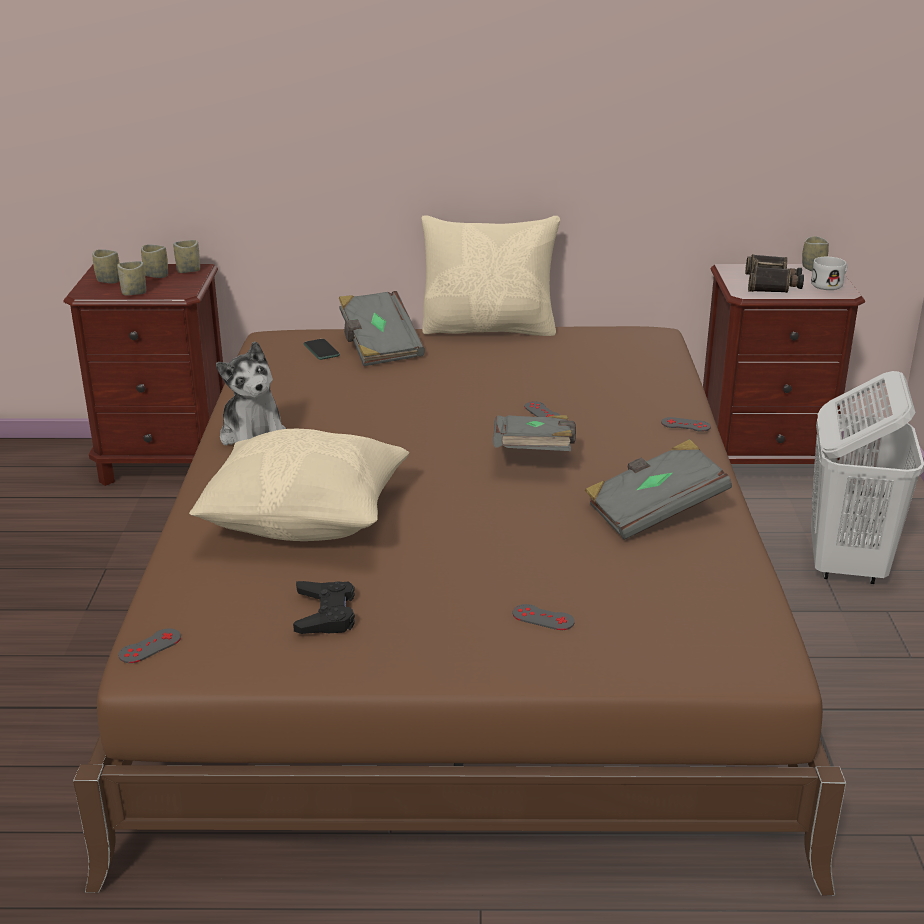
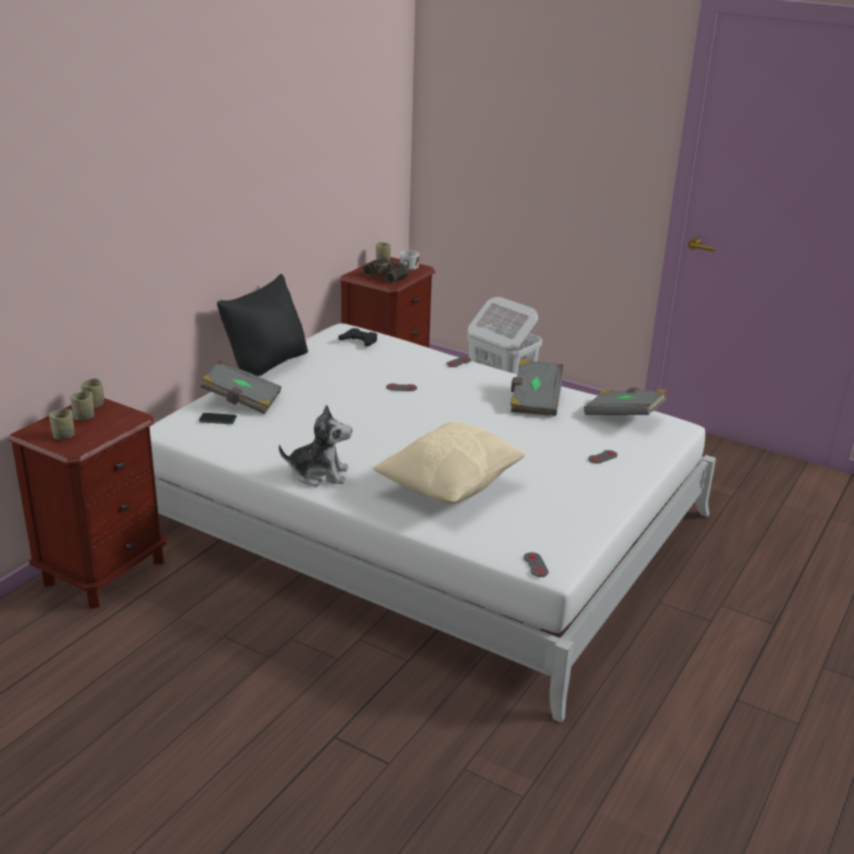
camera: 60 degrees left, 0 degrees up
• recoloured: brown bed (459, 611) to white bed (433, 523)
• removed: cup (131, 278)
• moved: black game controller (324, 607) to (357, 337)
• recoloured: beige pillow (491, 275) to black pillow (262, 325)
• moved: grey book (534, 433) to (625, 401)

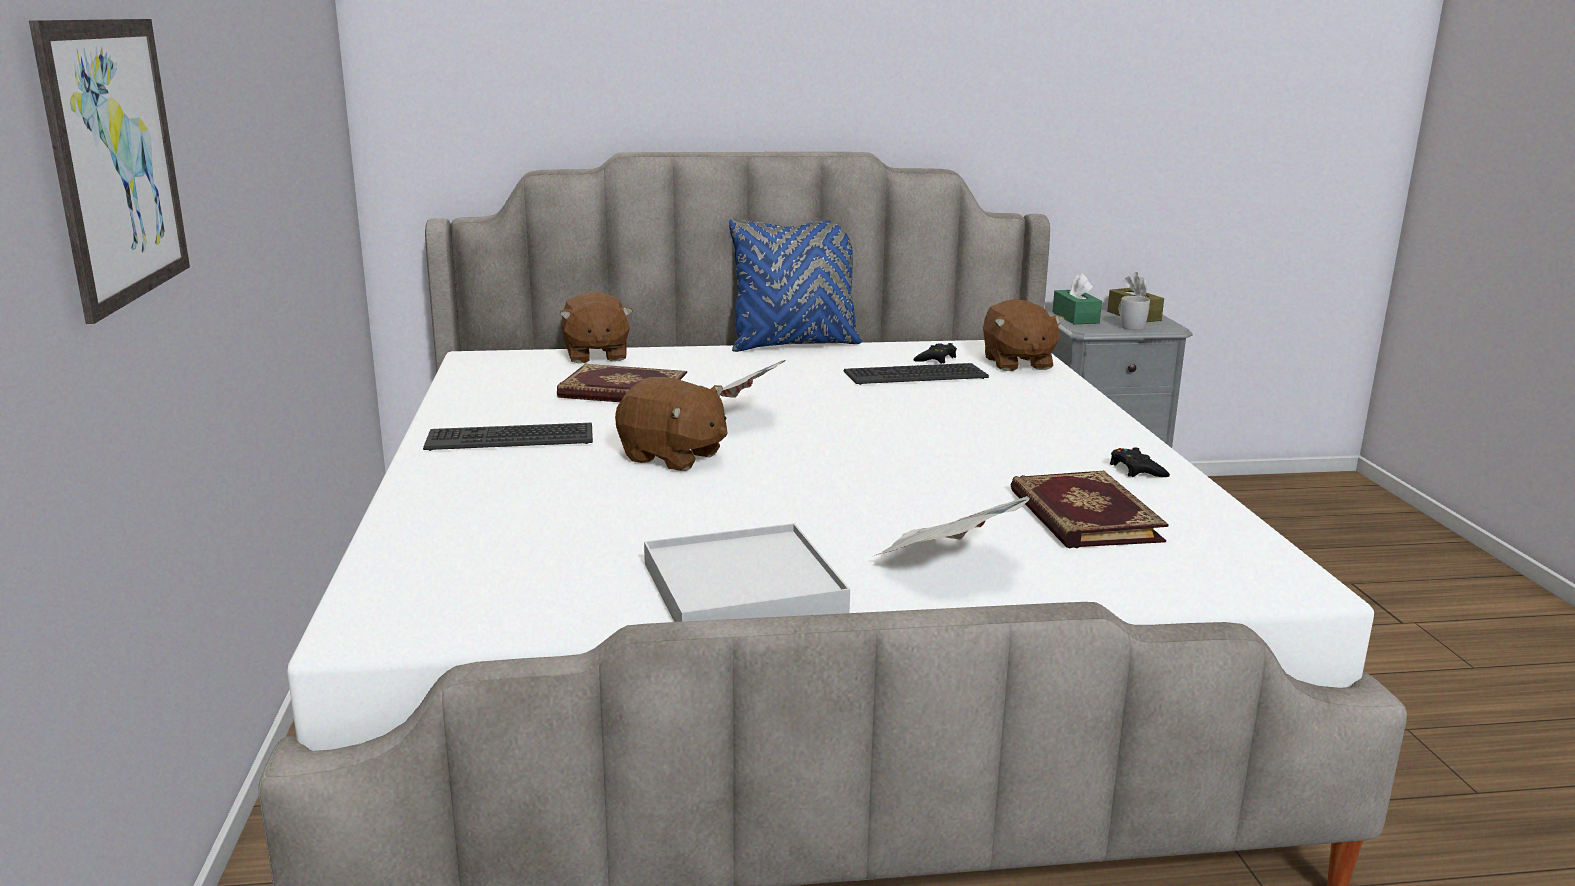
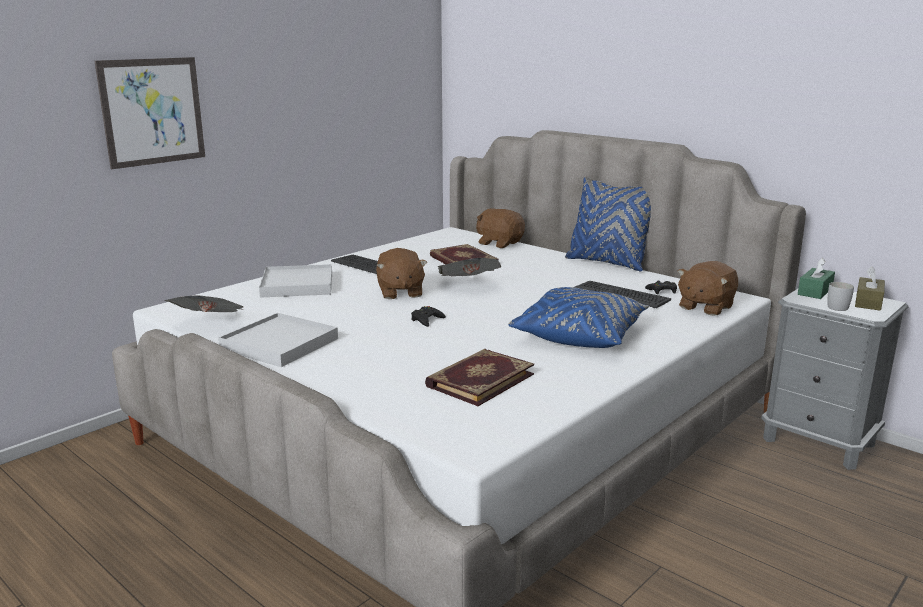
camera: 50 degrees right, 0 degrees up
• turned: brown plush toy (596, 327) = (500, 228) 90 degrees clockwise
• moved: newspaper (954, 525) to (203, 304)
• moved: black game controller (1140, 462) to (428, 316)
• added: white tray (295, 281)
• added: blue pillow (578, 317)

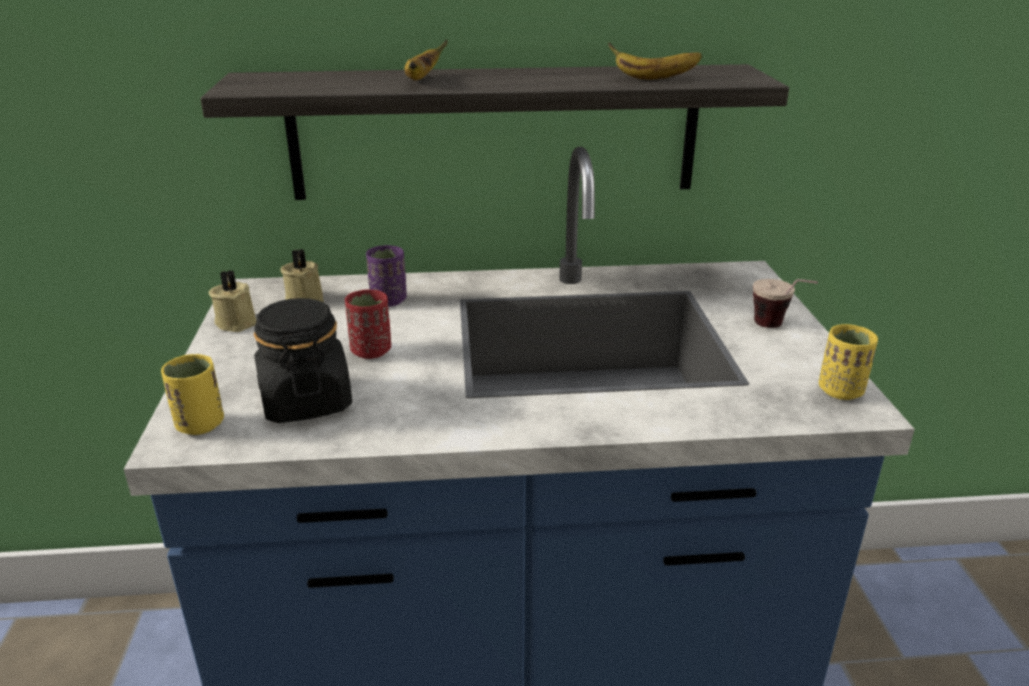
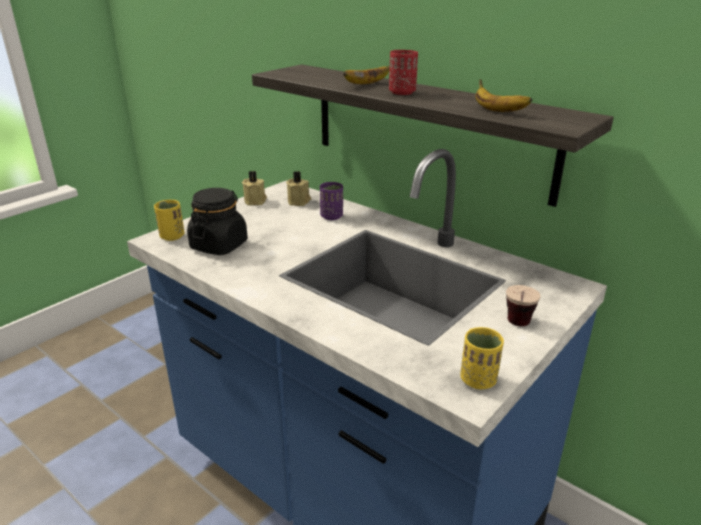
camera: 45 degrees right, 0 degrees up
• moved: red cup (368, 324) to (403, 72)

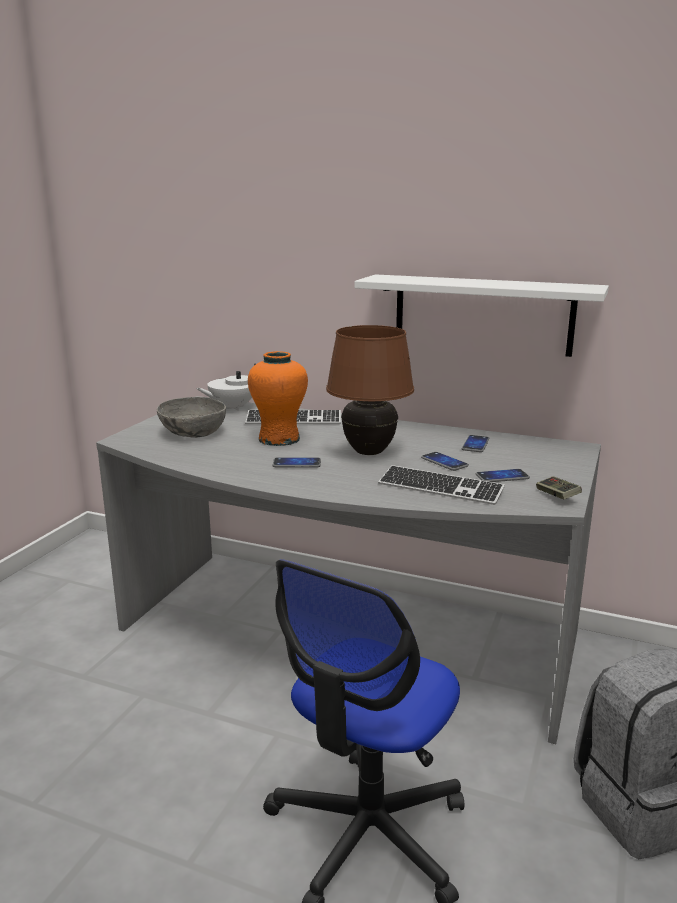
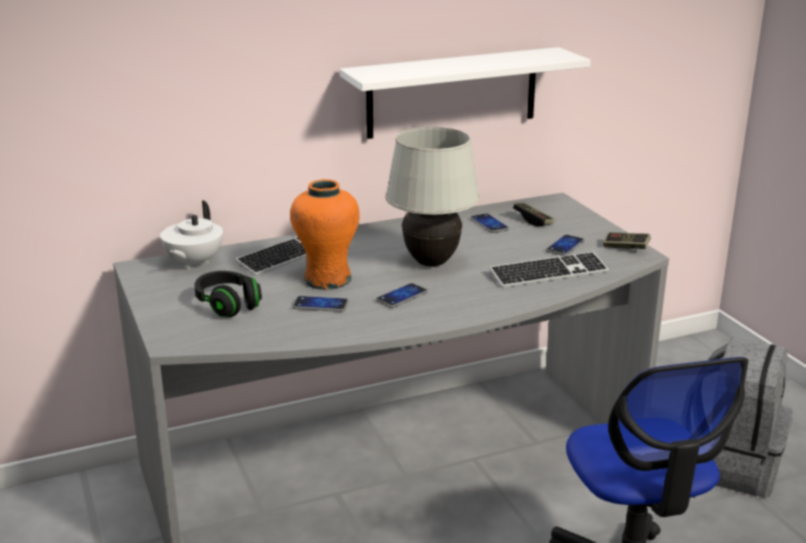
camera: 45 degrees left, 5 degrees up
• replaced: grey bowl (191, 417) to black headphones (228, 294)
• recoloured: brown table lamp (370, 390) to white table lamp (432, 196)
• moved: phone (445, 461) to (321, 304)
• added: game controller (534, 214)

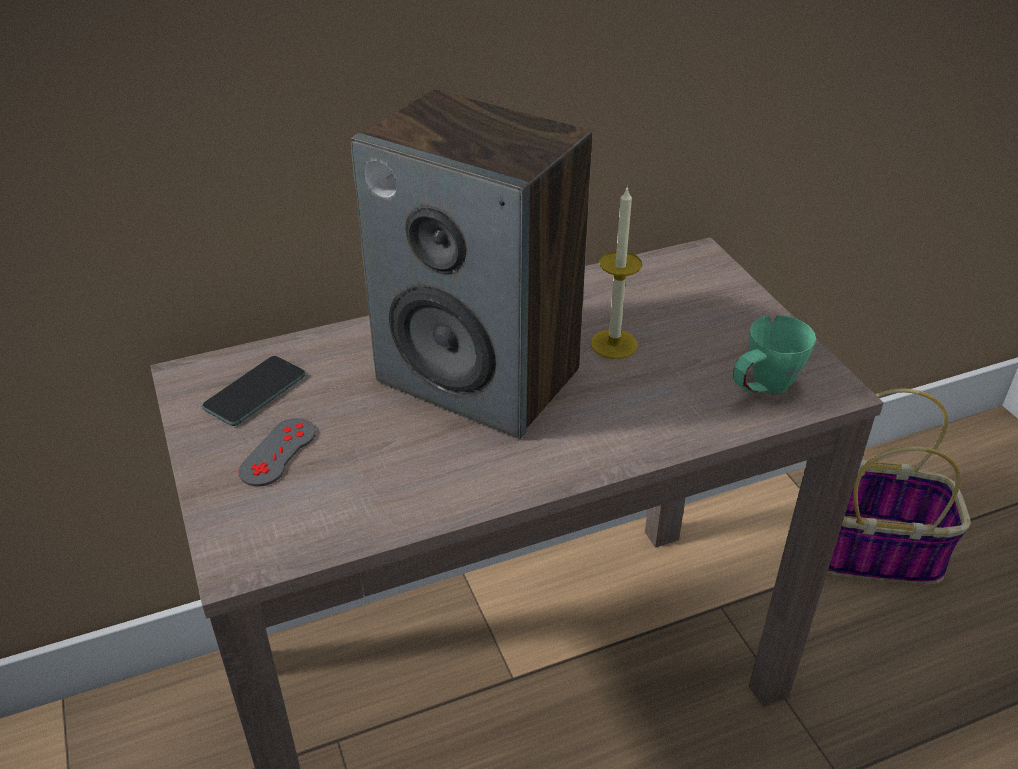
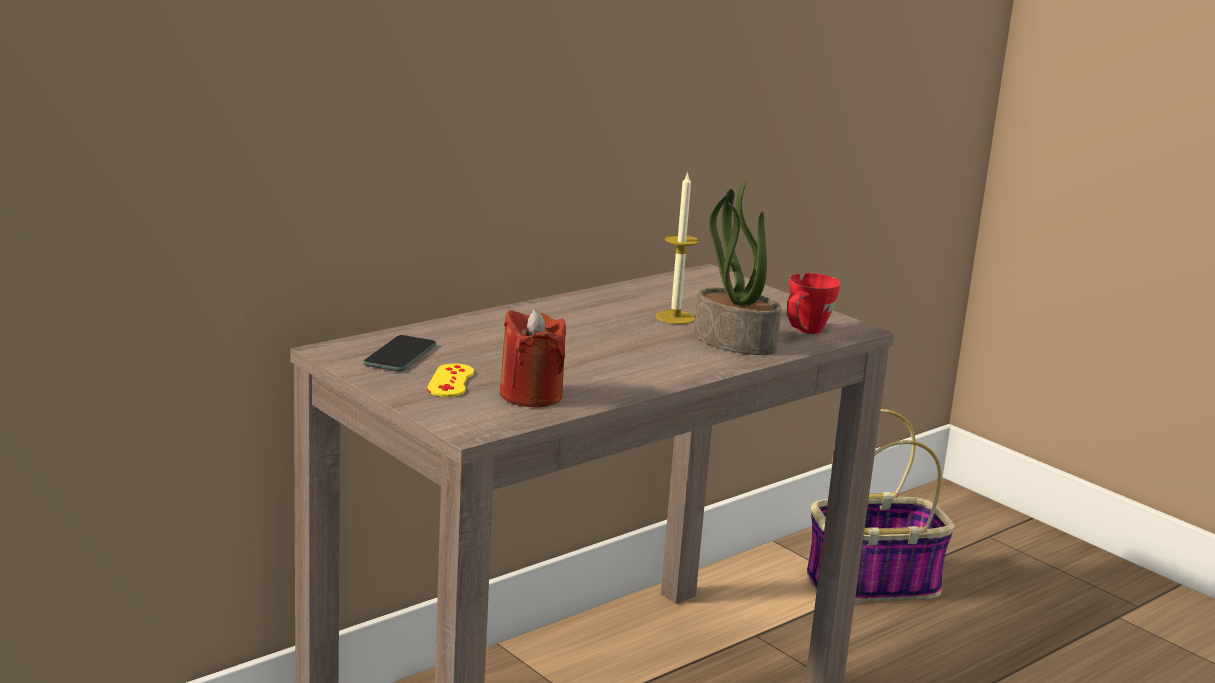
camera: 20 degrees left, 20 degrees down
• recoloured: grey game controller (277, 452) to yellow game controller (450, 380)
• removed: speaker (471, 264)
• recoloured: green mug (774, 355) to red mug (813, 303)
• added: red candle (533, 358)
• added: potted plant (738, 267)

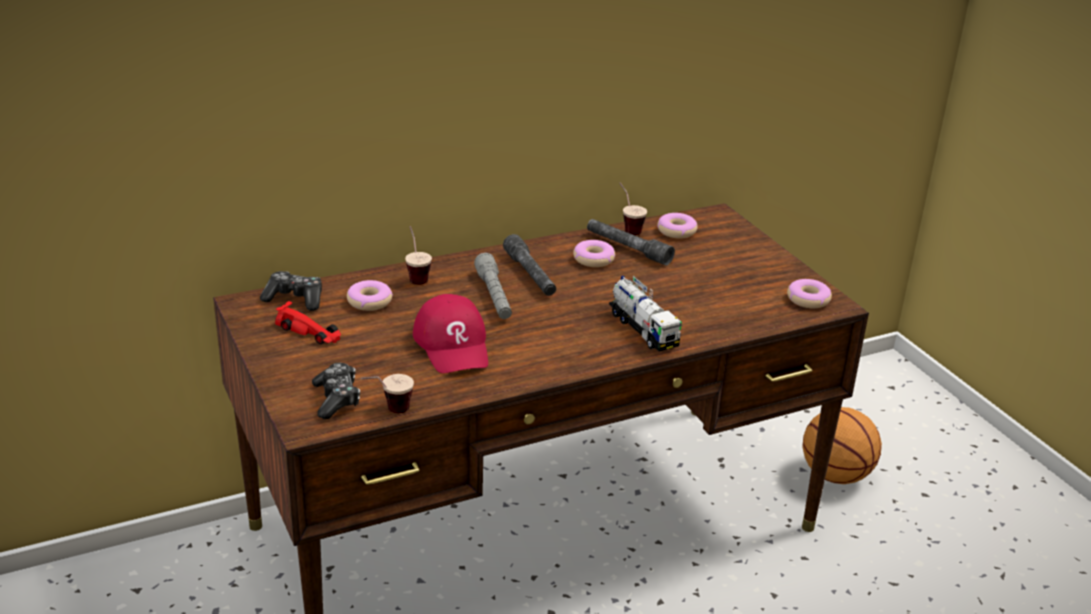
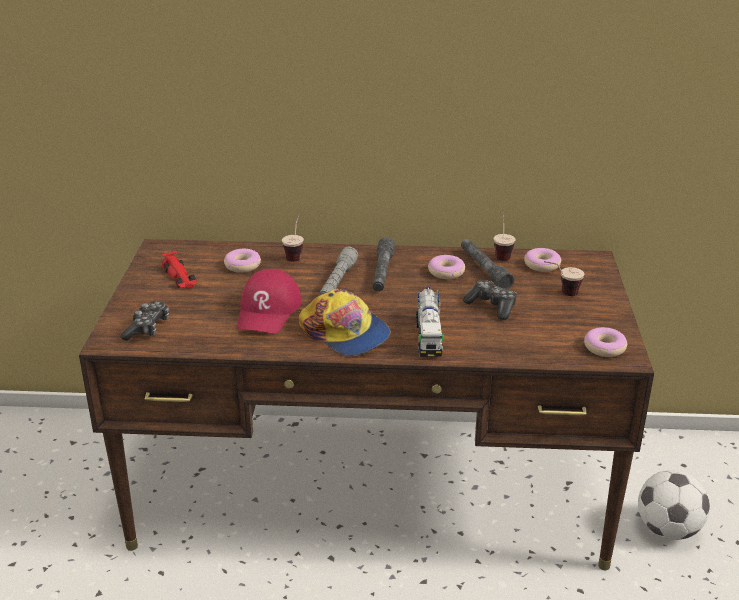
camera: 30 degrees right, 0 degrees up
• moved: game controller (291, 291) to (490, 300)
• moved: cup (387, 393) to (564, 278)
• replaced: basketball (842, 445) to football (674, 505)
• added: cap (345, 322)

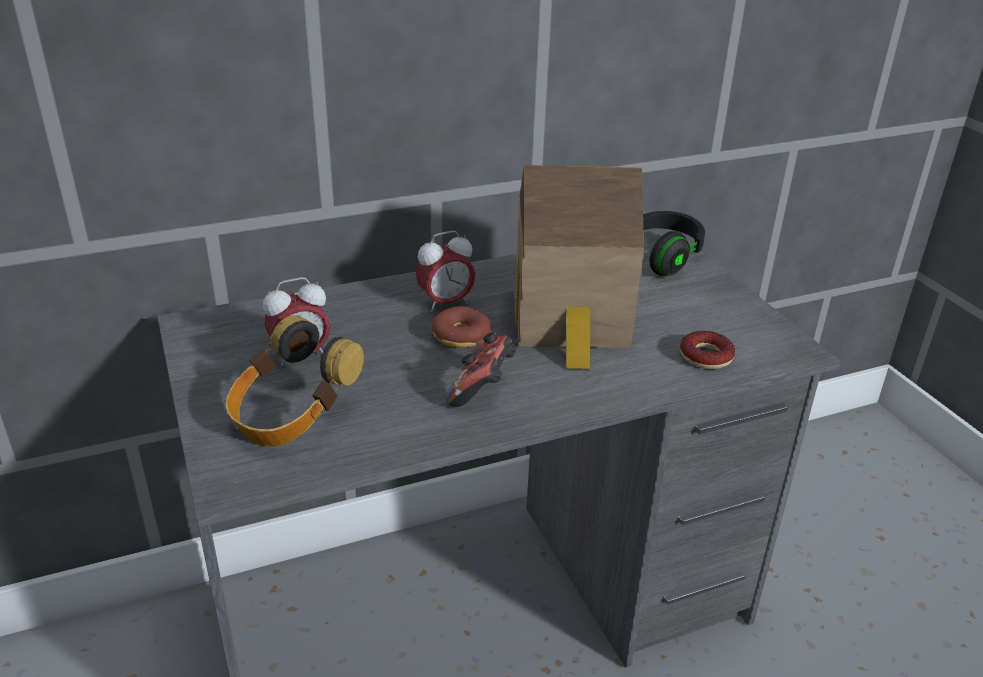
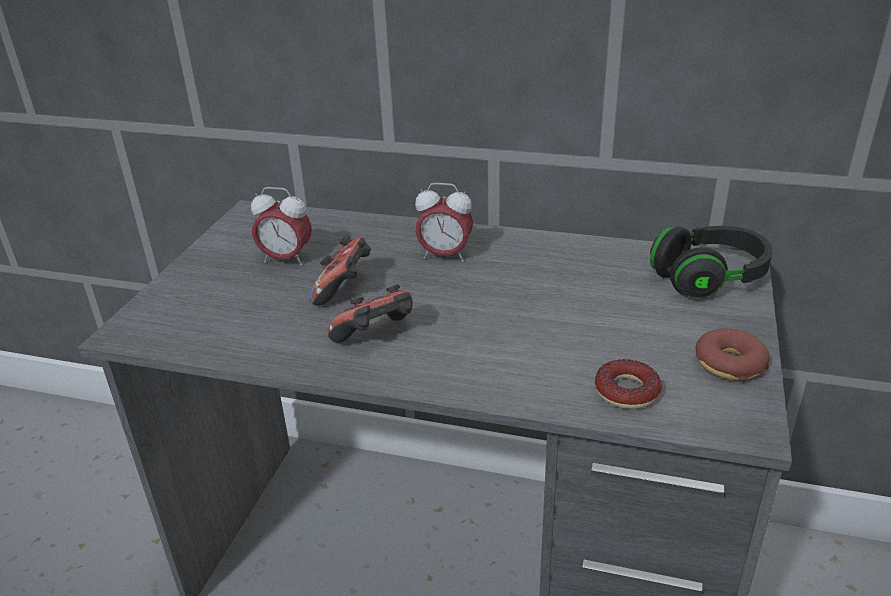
camera: 40 degrees right, 0 degrees up
• removed: headphones (295, 380)
• moved: donut (461, 327) to (732, 354)
• removed: toy house (579, 267)
• added: game controller (340, 270)

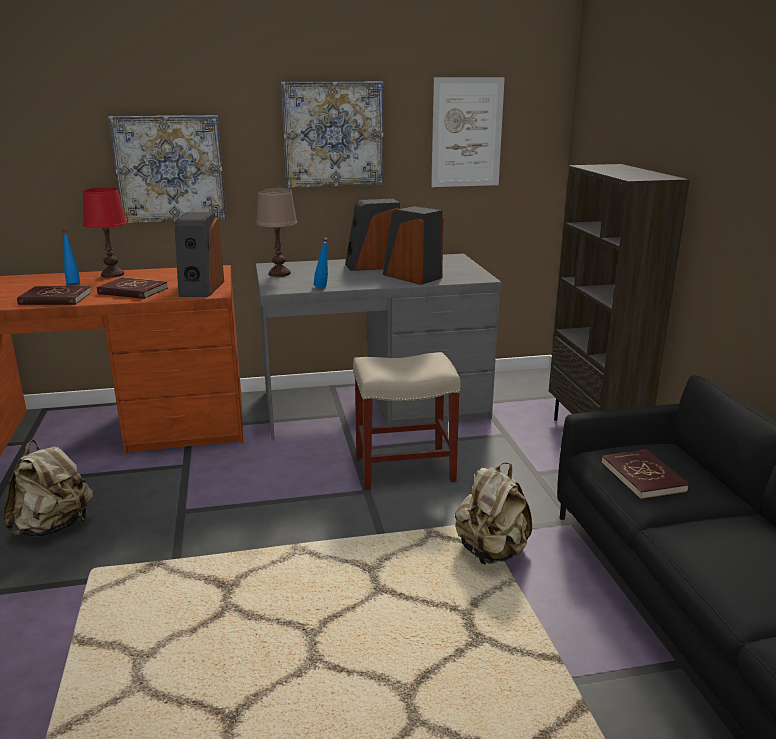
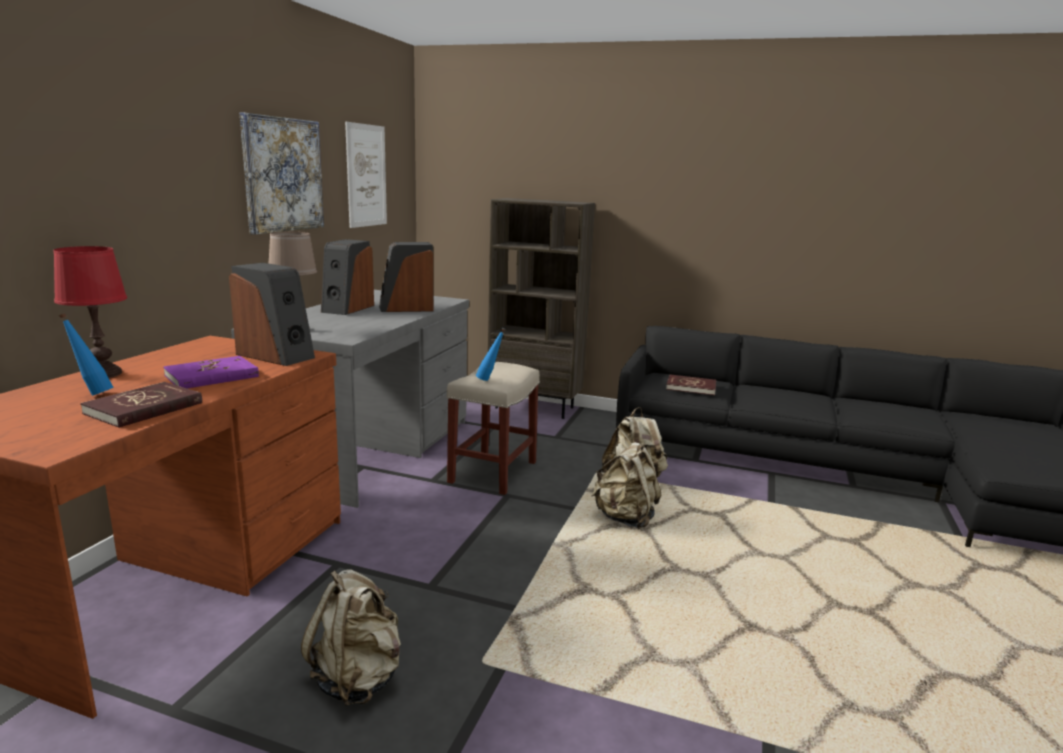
camera: 60 degrees left, 5 degrees down
• recoloured: red book (132, 288) to purple book (211, 372)
• removed: picture (167, 169)
• moved: blue bottle (321, 262) to (490, 354)
• added: beige backpack (626, 485)

